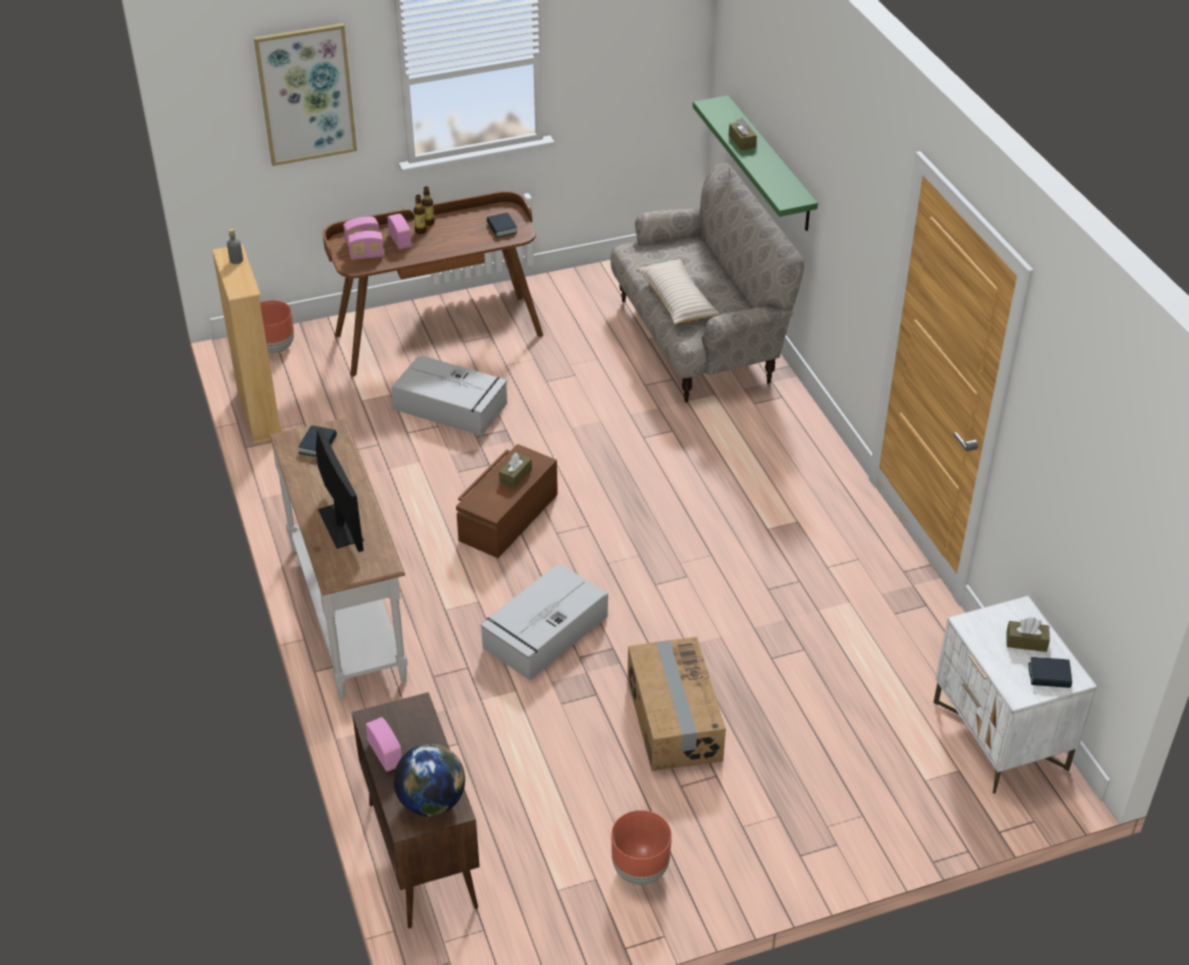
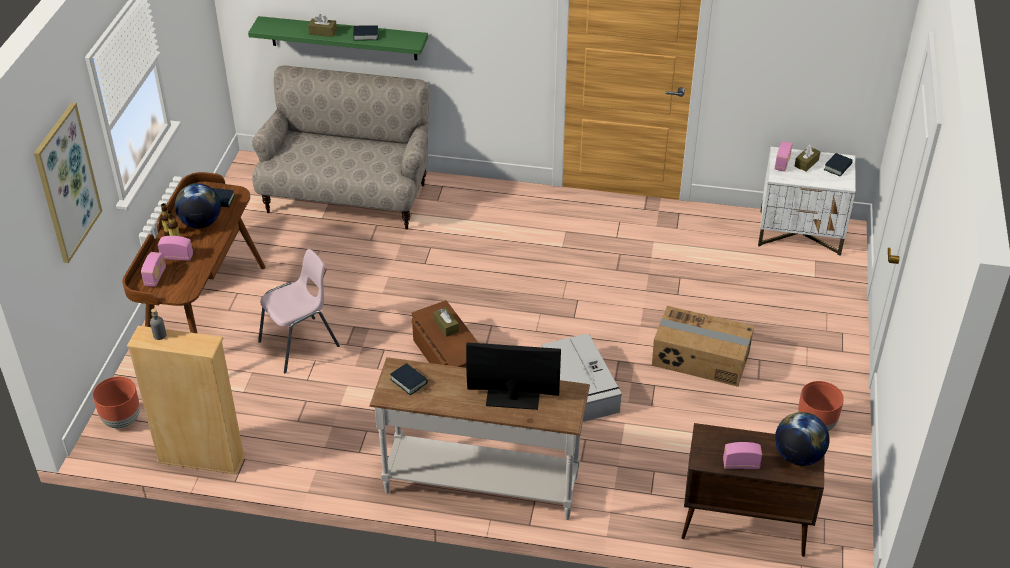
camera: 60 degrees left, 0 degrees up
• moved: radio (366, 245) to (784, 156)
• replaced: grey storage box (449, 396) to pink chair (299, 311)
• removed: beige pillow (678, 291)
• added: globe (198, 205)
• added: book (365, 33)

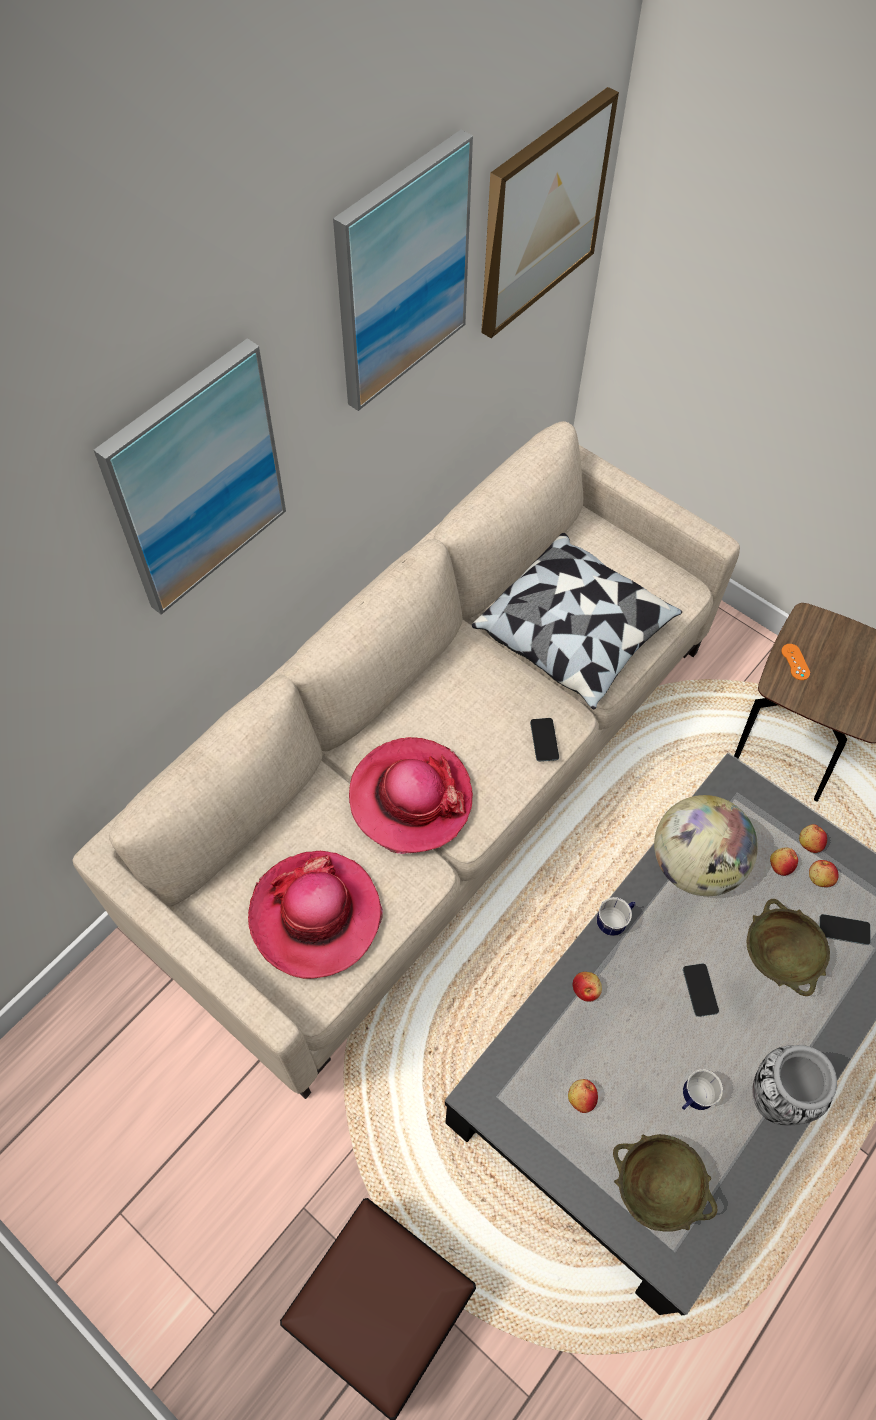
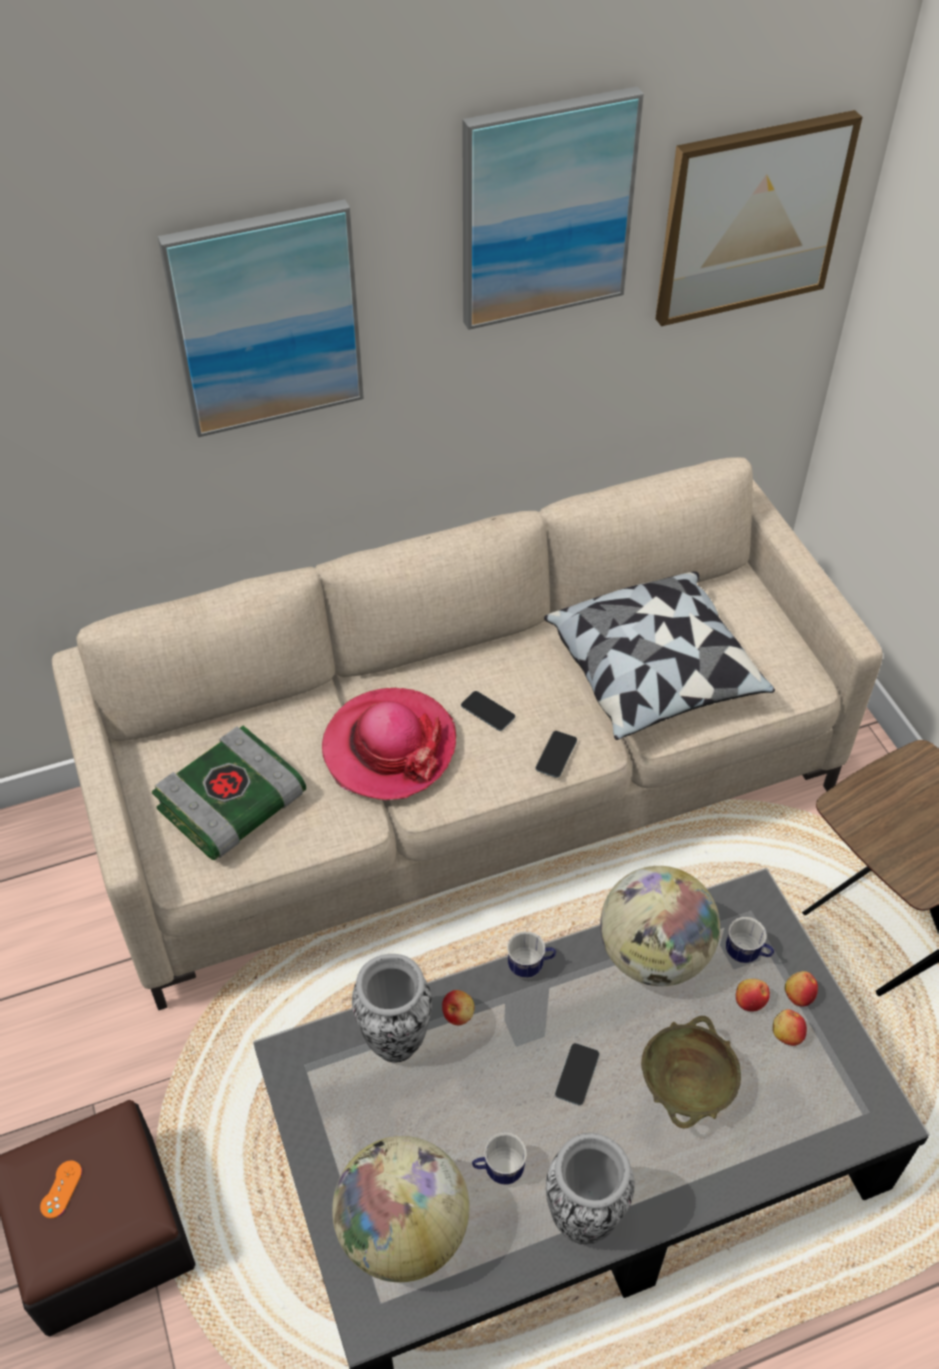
camera: 30 degrees right, 10 degrees down
• replaced: hat (315, 915) to book (229, 792)
• removed: apple (583, 1096)
• replaced: beige bowl (665, 1183) to globe (401, 1209)
• moved: orange game controller (795, 662) to (61, 1189)
• moved: phone (845, 929) to (488, 711)
• added: vase (392, 1008)
• added: mug (750, 940)

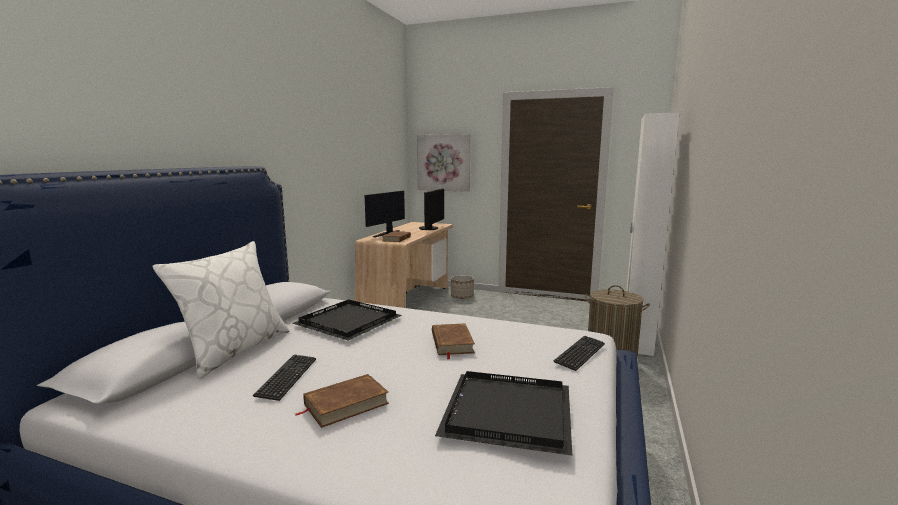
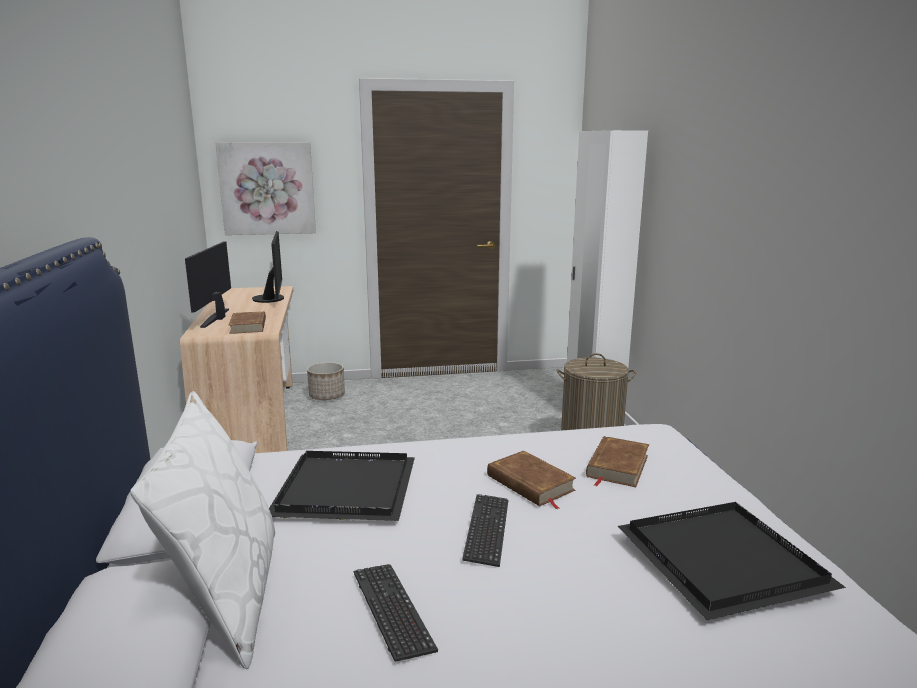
camera: 30 degrees left, 5 degrees up
• moved: brown book (342, 401) to (617, 461)
• moved: keyboard (579, 353) to (485, 530)

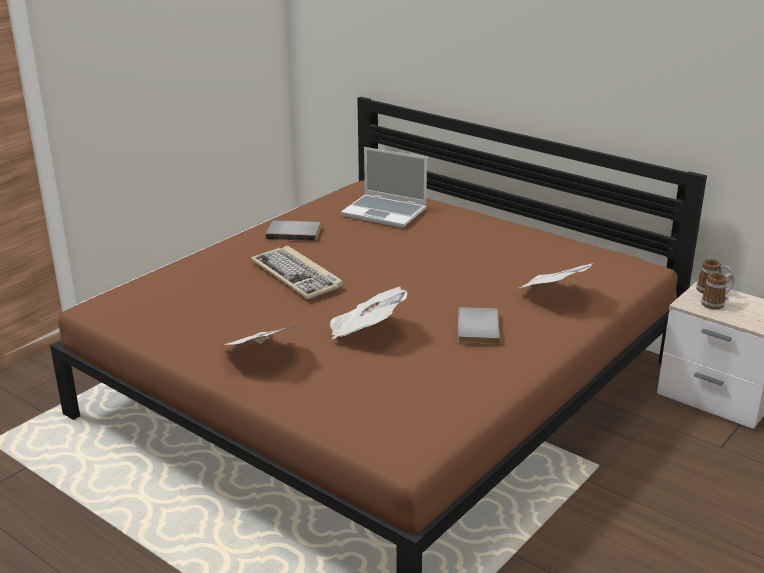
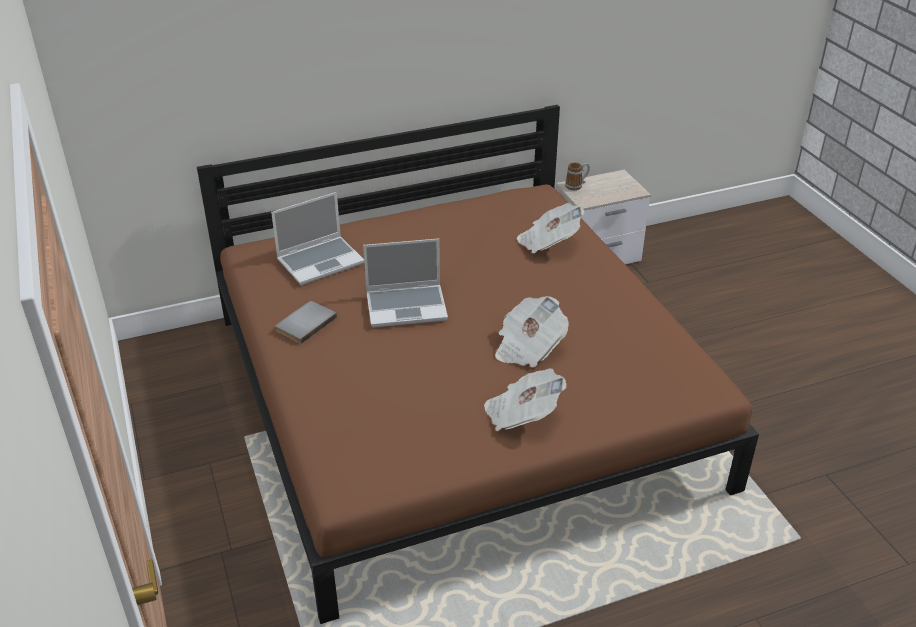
camera: 60 degrees left, 10 degrees up
• removed: keyboard (297, 272)
• removed: grey book (478, 326)
• removed: mug (717, 291)
• added: laptop (405, 282)

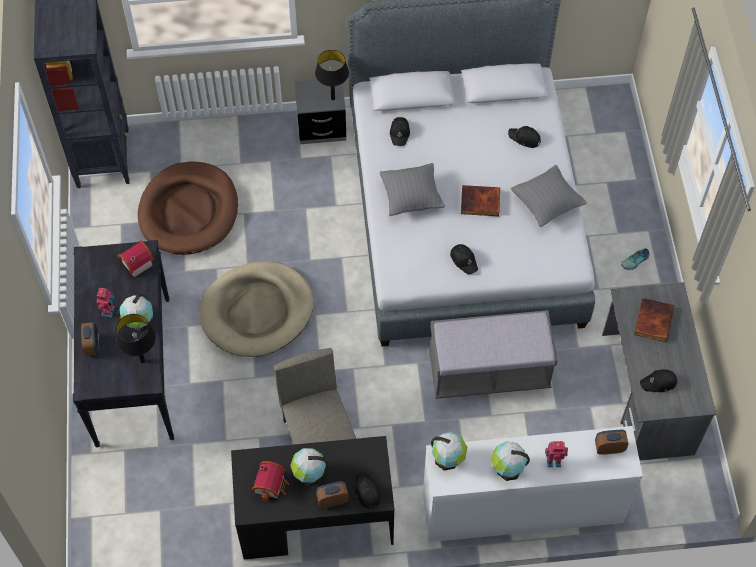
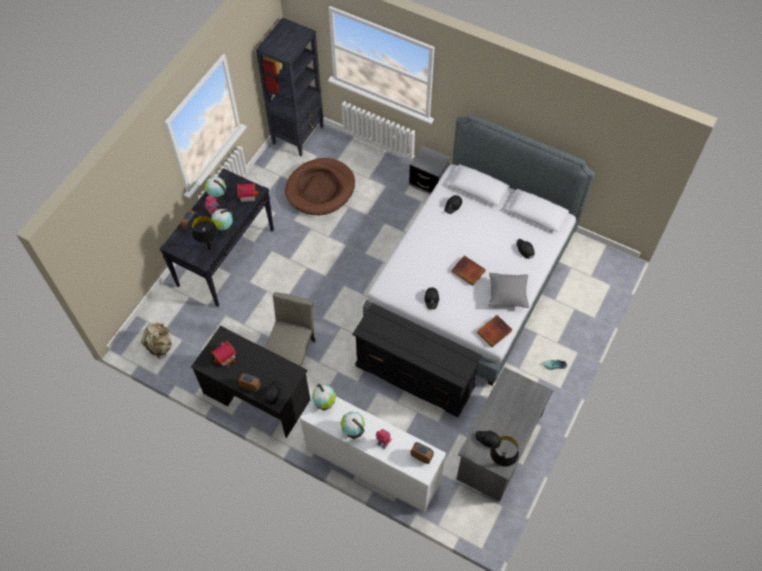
camera: 35 degrees right, 0 degrees up
• removed: beige dog bed (256, 309)
• moved: globe (309, 467) to (215, 189)
• moved: black table lamp (332, 75) to (504, 451)
• removed: grey pillow (412, 189)
• replaced: grey bench (493, 354) to black dresser (417, 360)
• moved: book (654, 320) to (494, 331)
• added: beige backpack (156, 340)

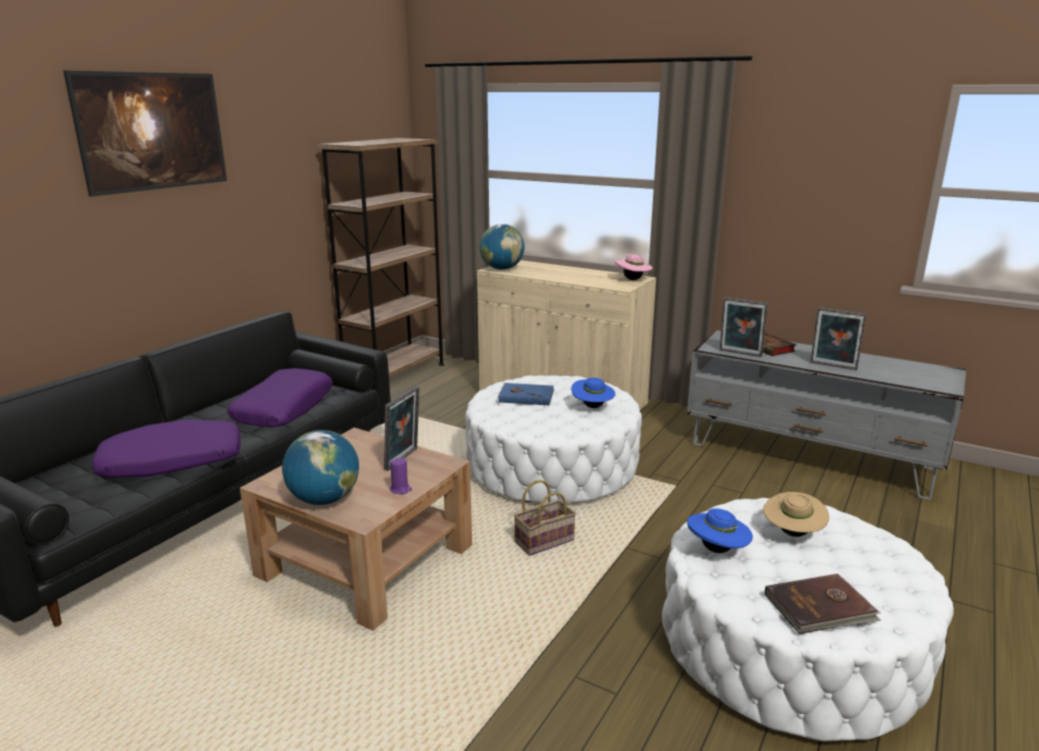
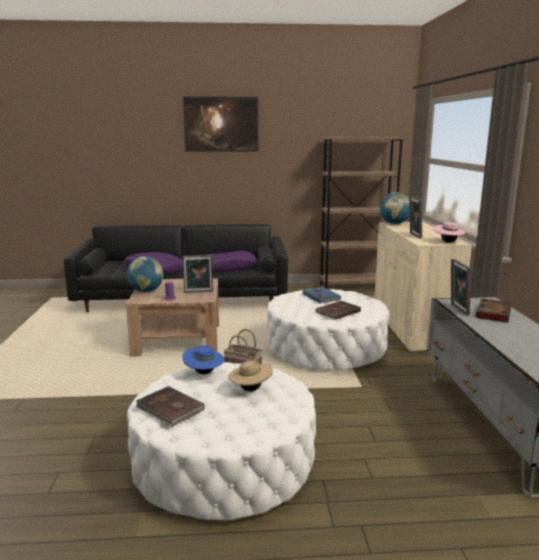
camera: 55 degrees right, 5 degrees down
• replaced: blue hat (593, 393) to brown book (338, 310)
• moved: picture frame (838, 338) to (415, 217)

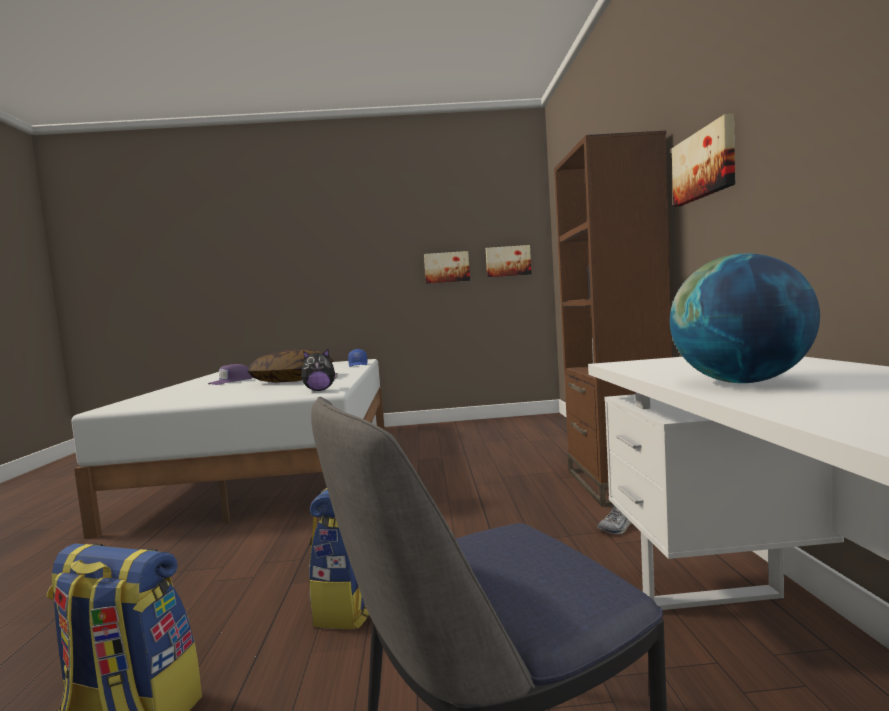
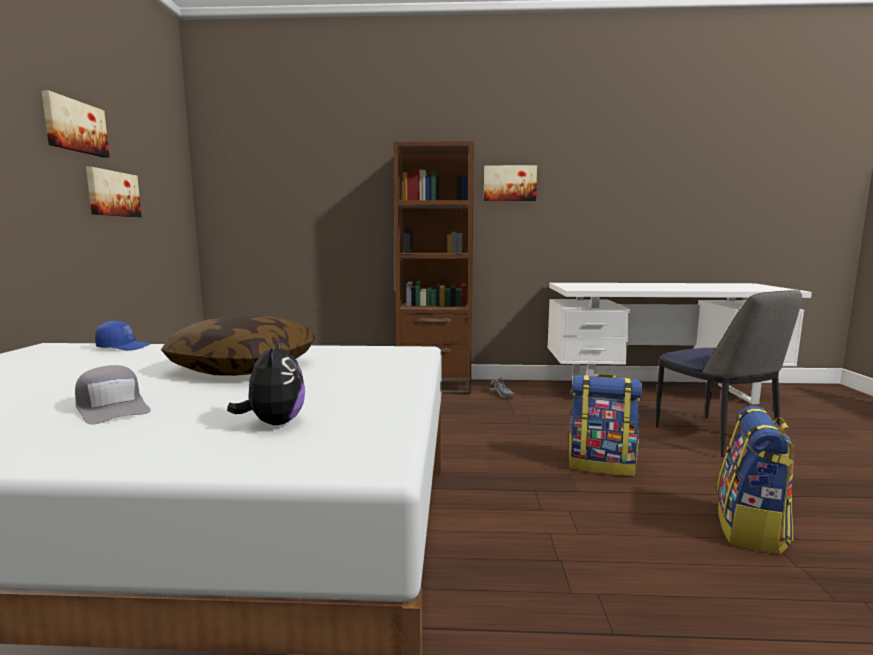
camera: 85 degrees left, 5 degrees up
• recoloured: purple cap (230, 374) to grey cap (113, 395)
• moved: plush toy (319, 370) to (266, 381)
• moved: picture (508, 261) to (75, 124)
• removed: globe (745, 318)

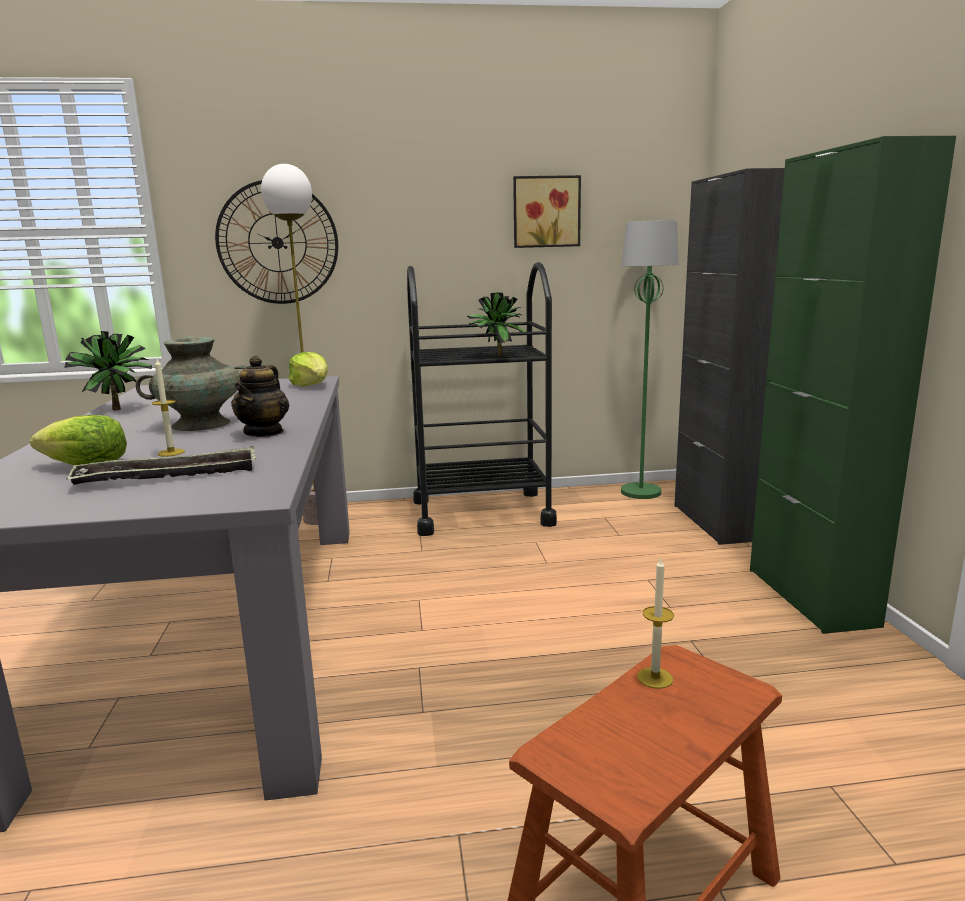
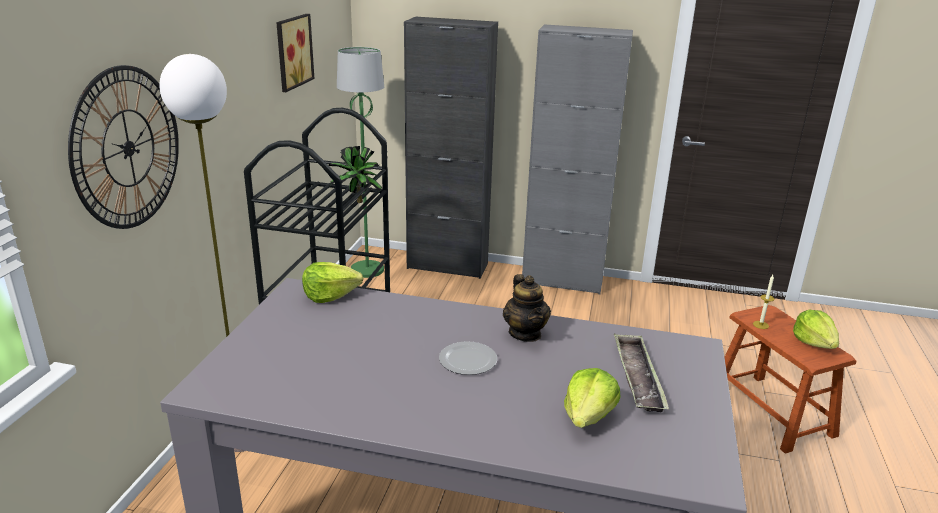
camera: 70 degrees left, 10 degrees up
• removed: potted plant (108, 370)
• replaced: turquoise vase (191, 383) to plate (468, 358)
• removed: candle (168, 408)
• turned: teapot (260, 396) = (527, 308) 45 degrees clockwise
• recoloured: green cabinet (853, 385) to grey cabinet (577, 159)
• added: lettuce (816, 329)

